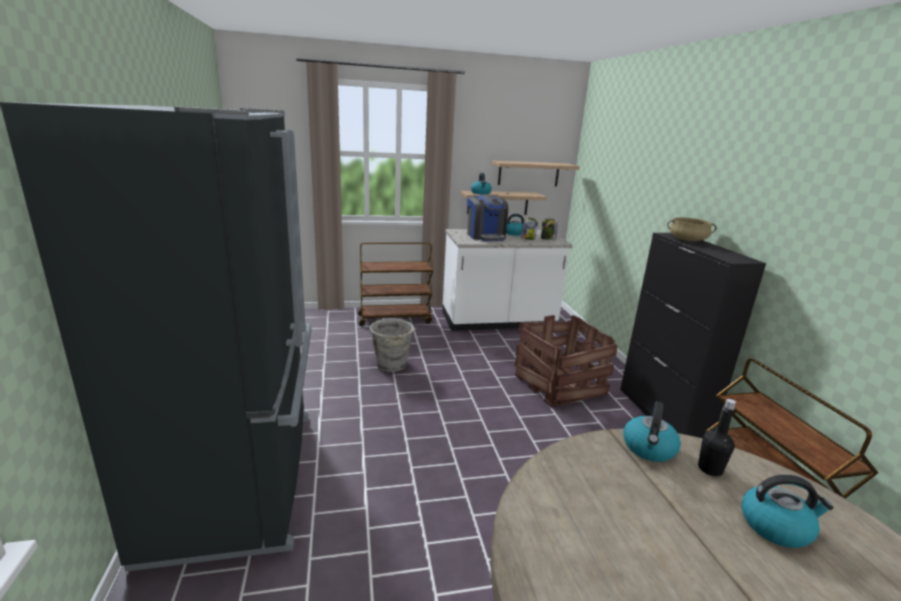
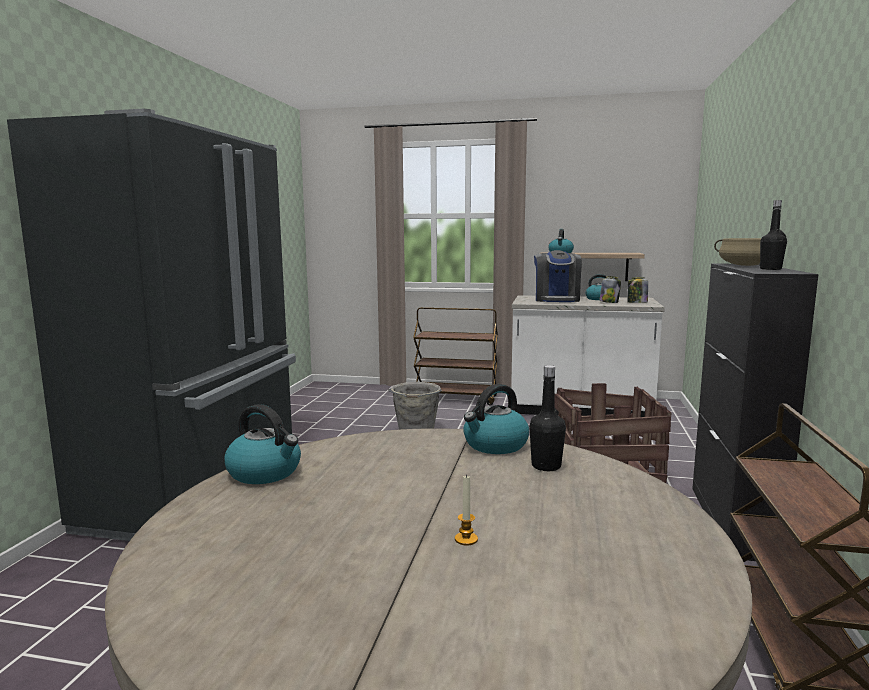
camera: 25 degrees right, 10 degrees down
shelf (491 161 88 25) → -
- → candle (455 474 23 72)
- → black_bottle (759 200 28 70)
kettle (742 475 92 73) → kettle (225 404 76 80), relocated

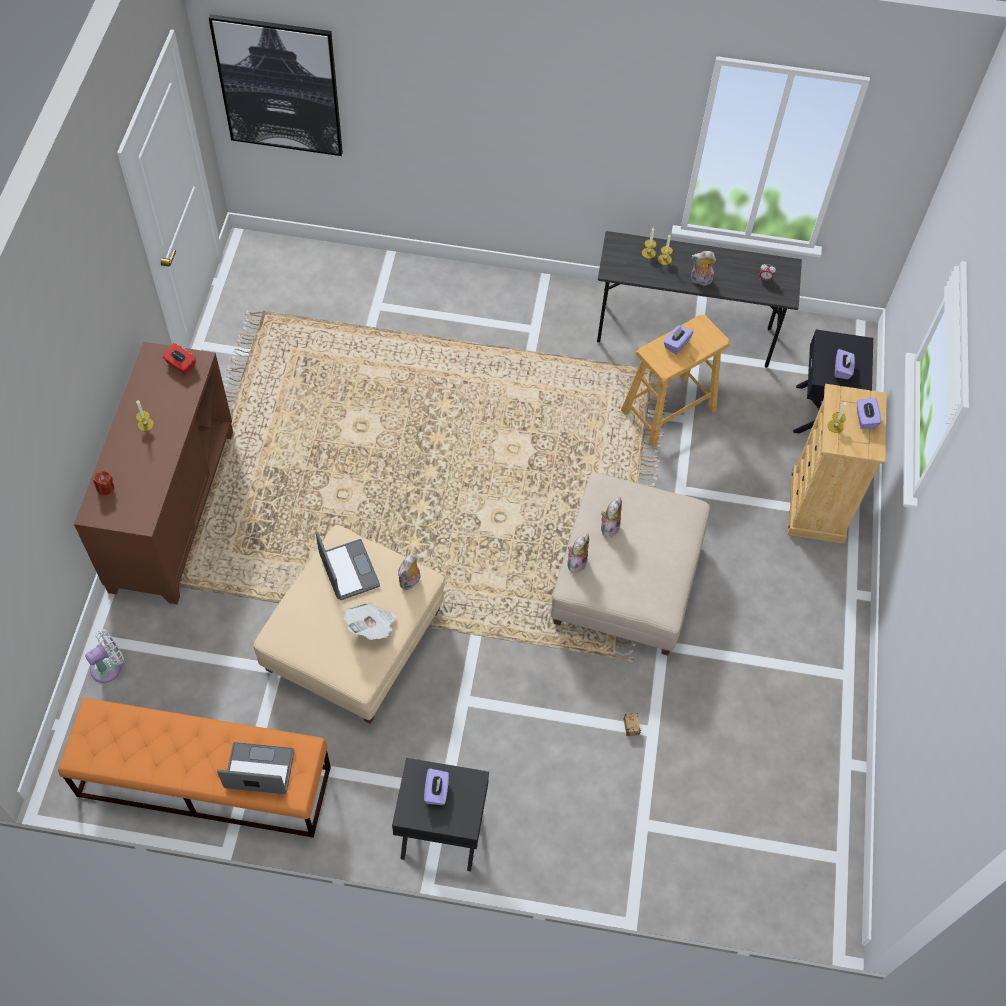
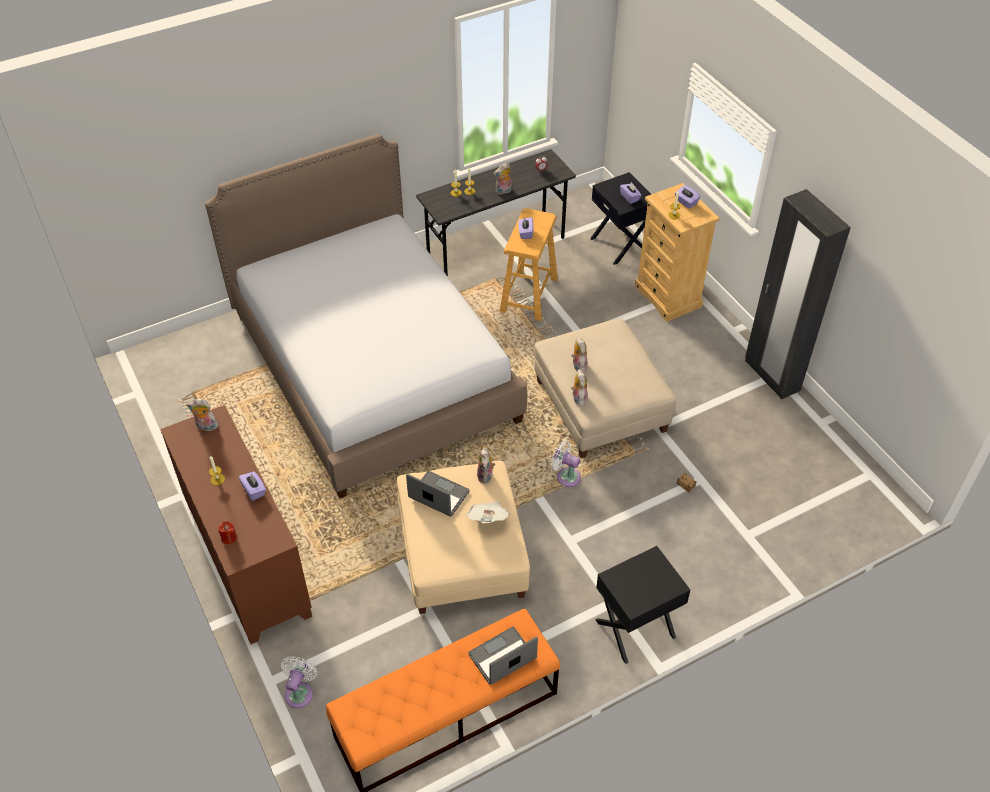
camera: 35 degrees left, 10 degrees down
picture (209 14 134 142) → -
- → bed (205 134 322 364)
- → white_fan (551 441 30 46)
- → black_wardrobe (745 189 106 211)
purple_tissue_box (424 768 25 37) → purple_tissue_box (239 472 27 29), relocated
red_tissue_box (163 343 33 32) → plush_toy (187 399 31 32)

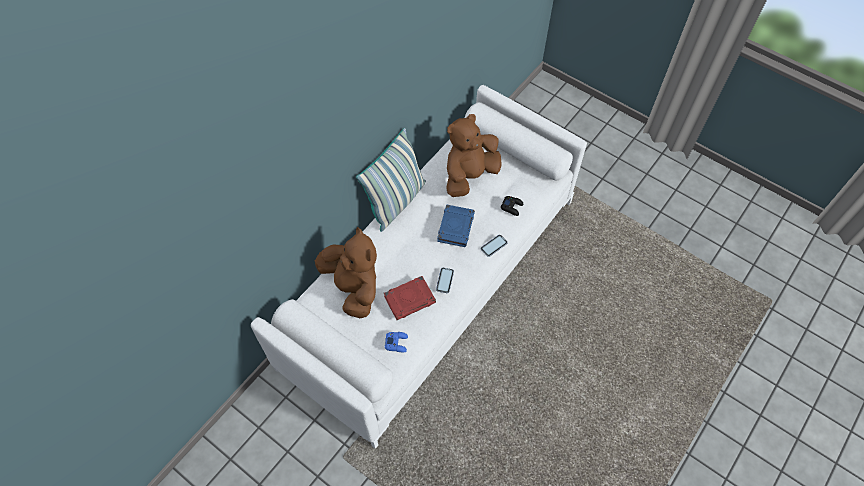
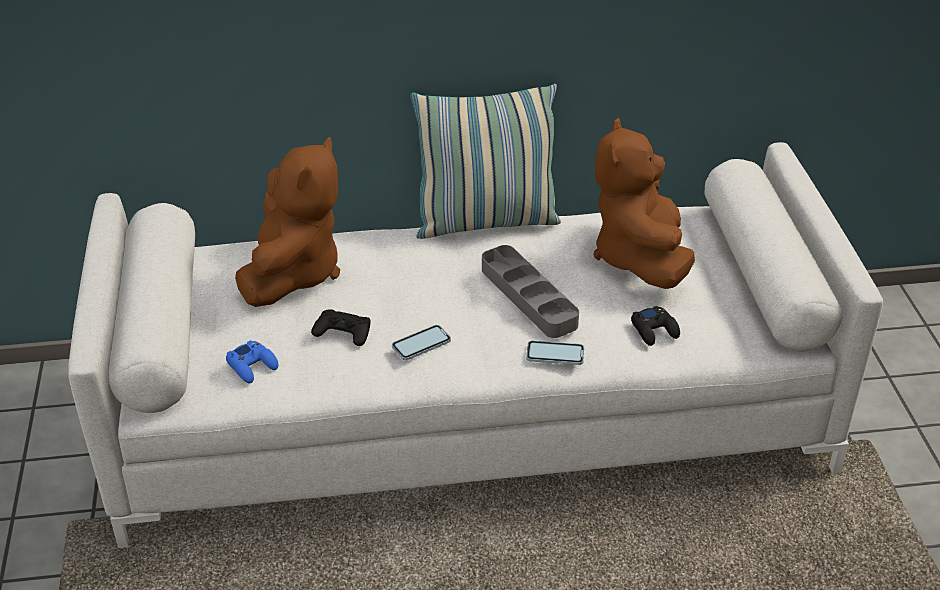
camera: 45 degrees right, 20 degrees down
red_book (384 276 52 44) → black_game_controller (311 309 60 37)
blue_book (437 204 38 43) → grey_tray (482 245 97 93)
brown_plush_toy (446 114 56 83) → brown_plush_toy (594 118 101 171), 90 degrees counterclockwise

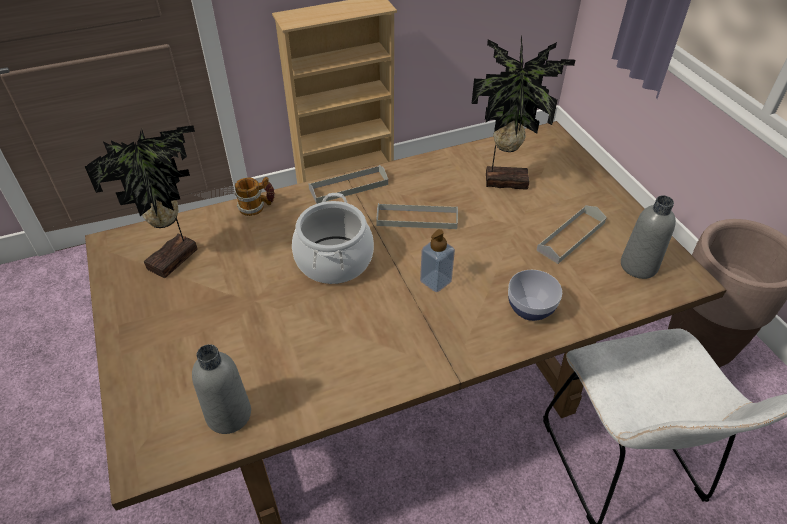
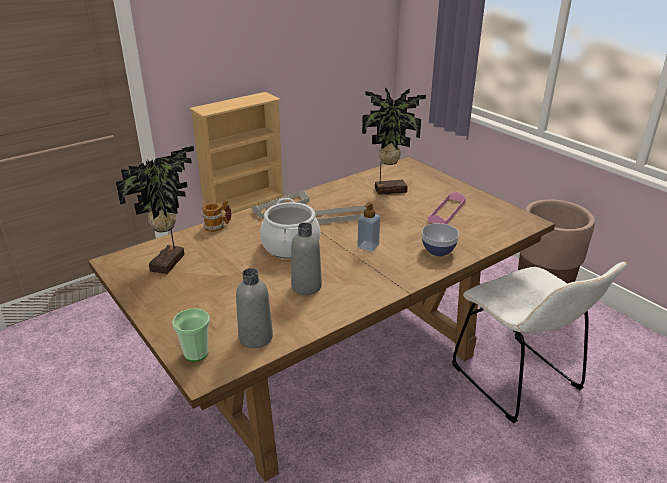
camera: 15 degrees left, 15 degrees down
- → cup (172 308 38 54)
grey_bottle (621 195 55 84) → grey_bottle (291 222 31 73), relocated
grey_tray (536 205 71 59) → pink_tray (428 192 38 32)

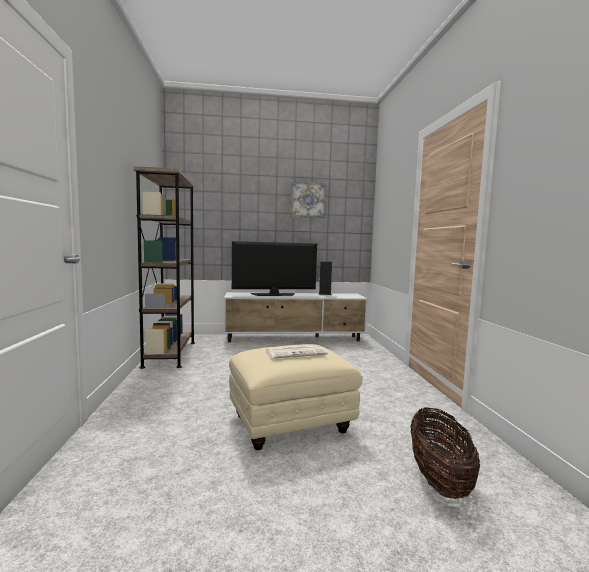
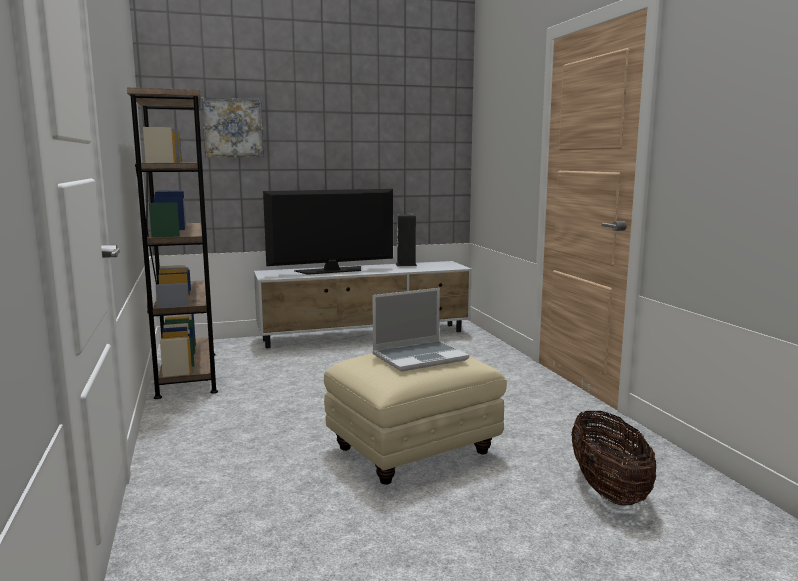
camera: 10 degrees left, 5 degrees up
picture (290 181 36 37) → picture (201 97 63 60), relocated
newspaper (267 345 61 14) → laptop (372 288 97 84)

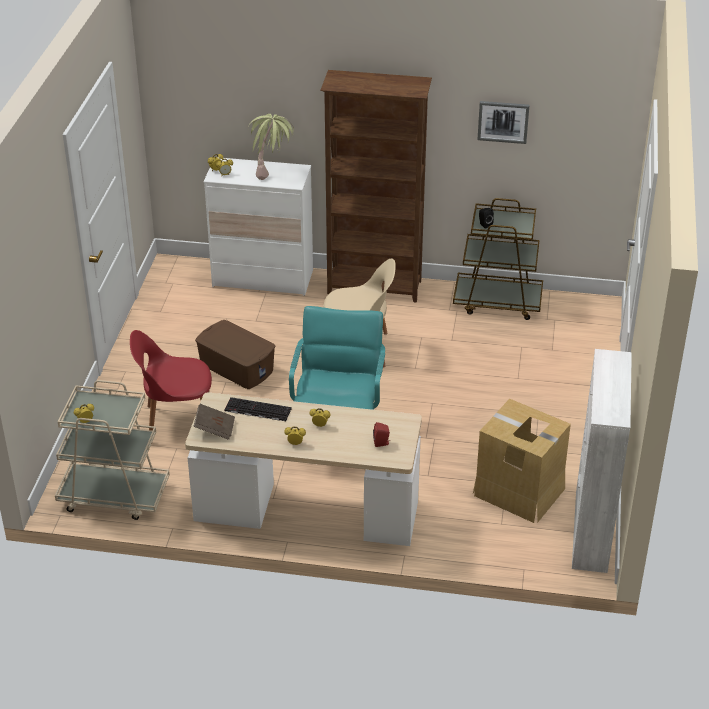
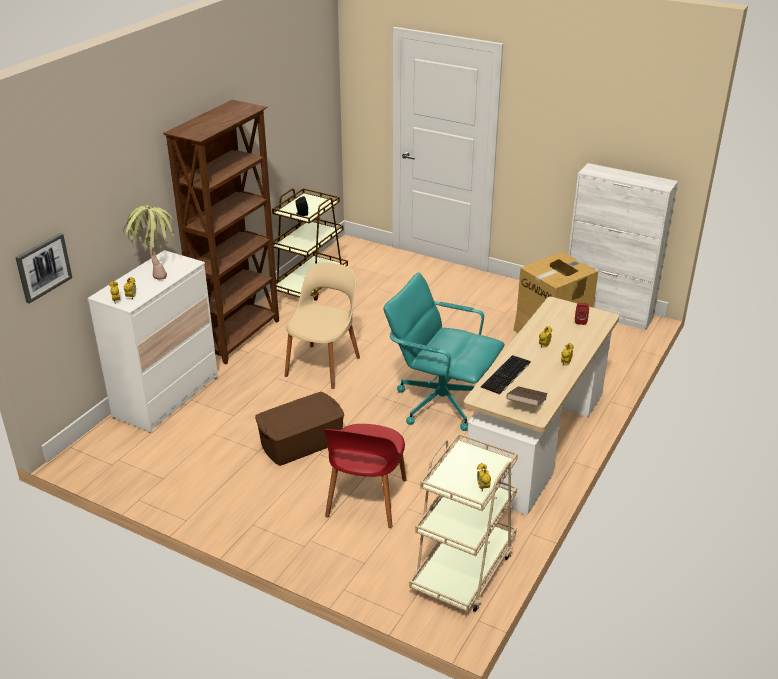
camera: 70 degrees left, 5 degrees down
picture (478 101 51 43) → picture (15 233 57 71), relocated

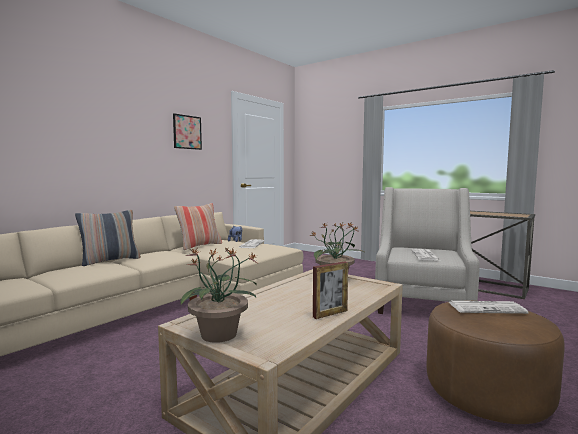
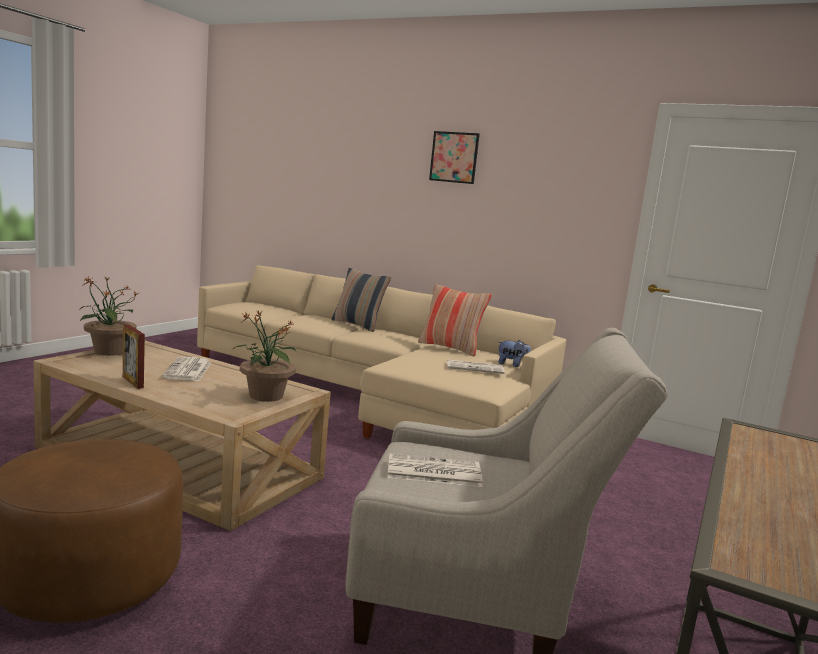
camera: 80 degrees right, 5 degrees up
picture (173 114 29 36) → picture (429 131 51 53), relocated
newspaper (448 301 80 13) → newspaper (162 357 49 24), relocated

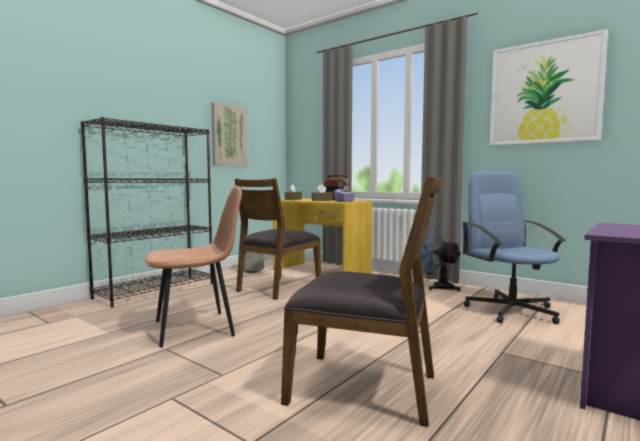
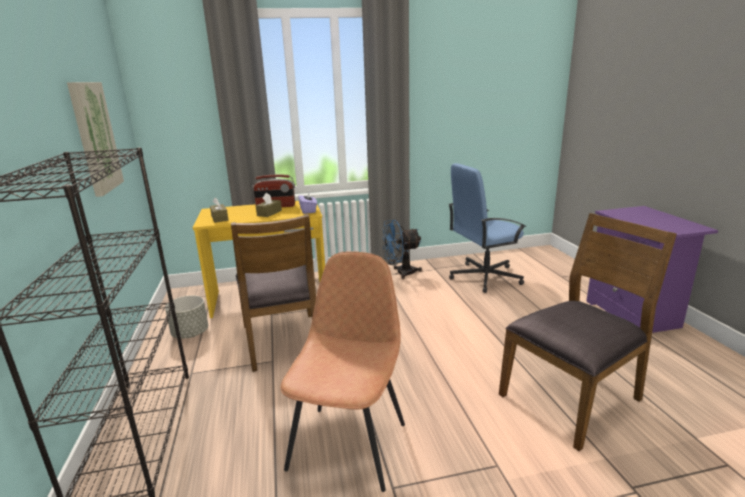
camera: 50 degrees left, 15 degrees up
picture (490 29 118 117) → -
blue_office_chair (462 172 104 152) → blue_office_chair (448 163 78 130), 45 degrees counterclockwise

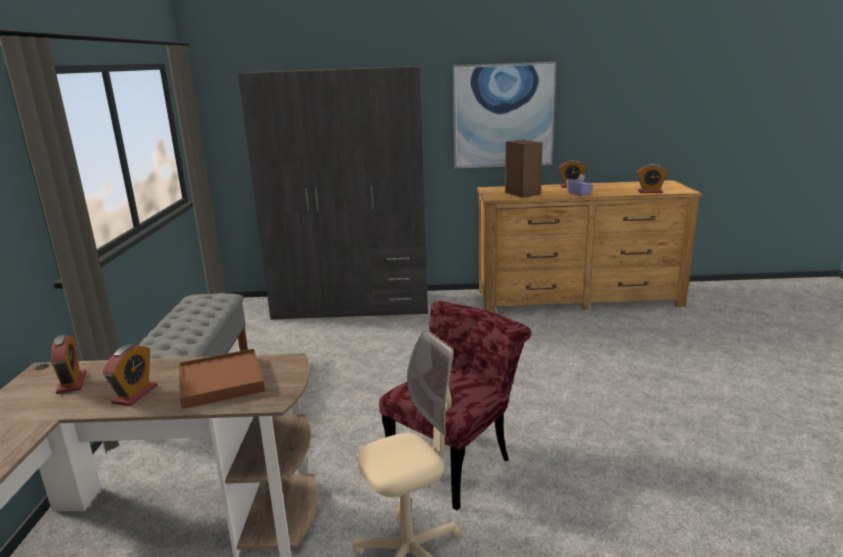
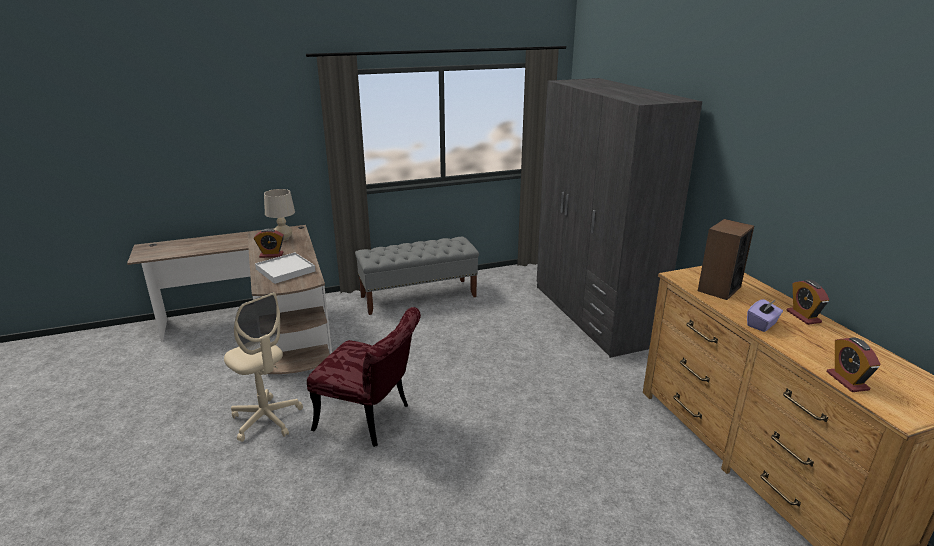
camera: 70 degrees right, 5 degrees up
picture (453 62 103 107) → -
alarm_clock (51 335 36 59) → beige_table_lamp (264 189 31 52)
brown_tray (179 348 86 61) → white_tray (255 252 60 32)

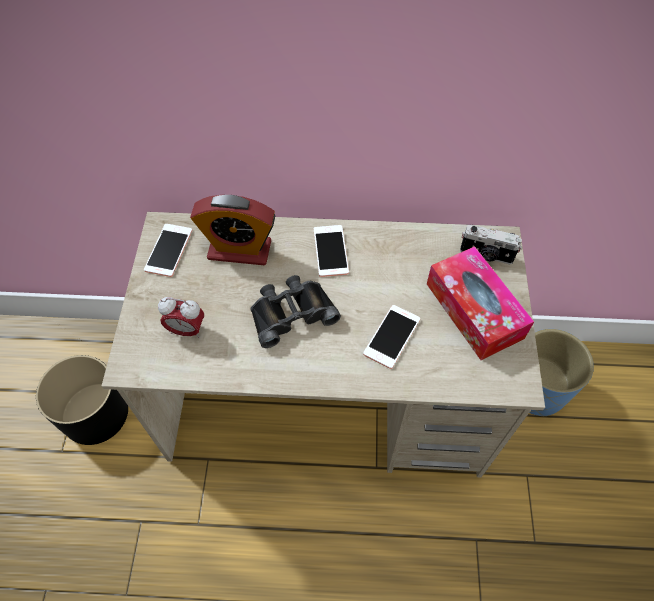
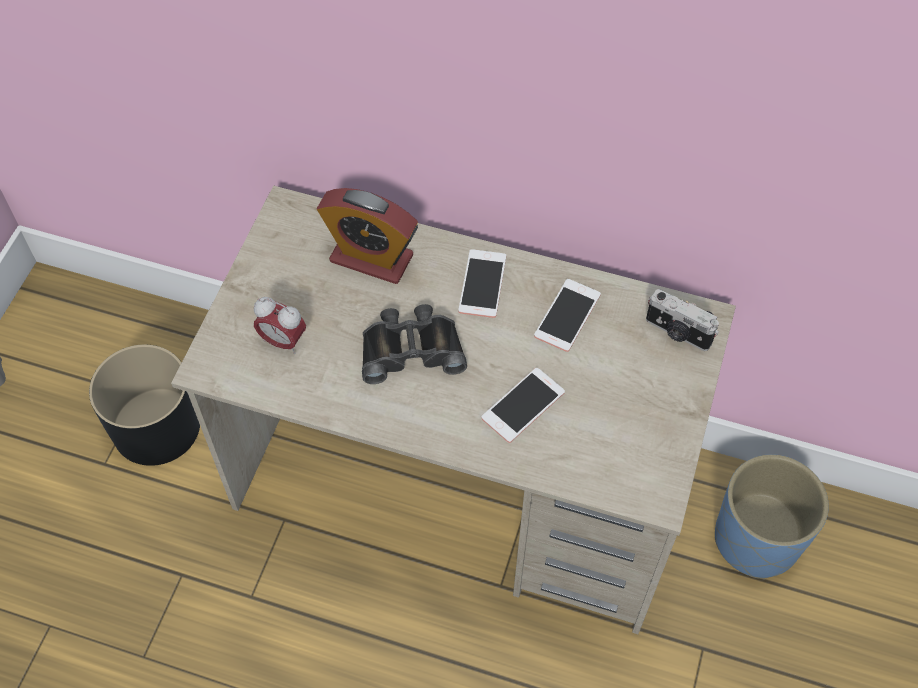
camera: 15 degrees right, 0 degrees up
tissue_box (427 246 107 114) → -
phone (144 224 48 53) → phone (534 279 67 73), relocated

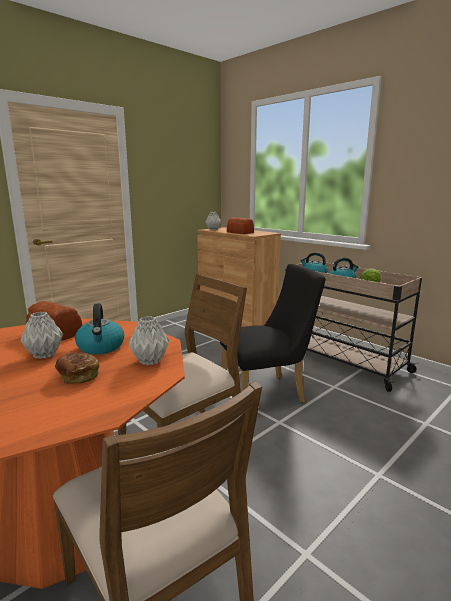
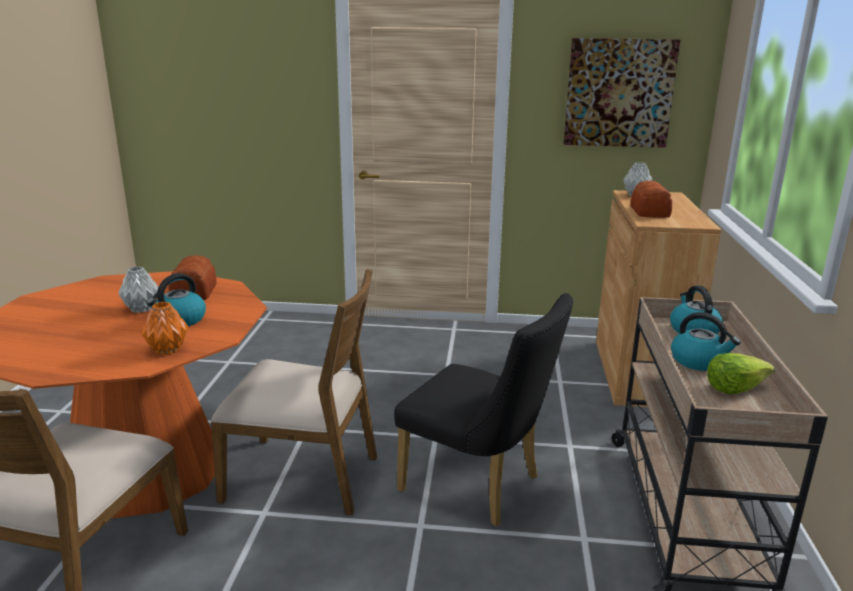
camera: 50 degrees right, 5 degrees up
bread (55 353 44 31) → -
- → picture (563 38 117 110)
grey_vase (129 316 40 49) → orange_vase (142 302 46 53)

